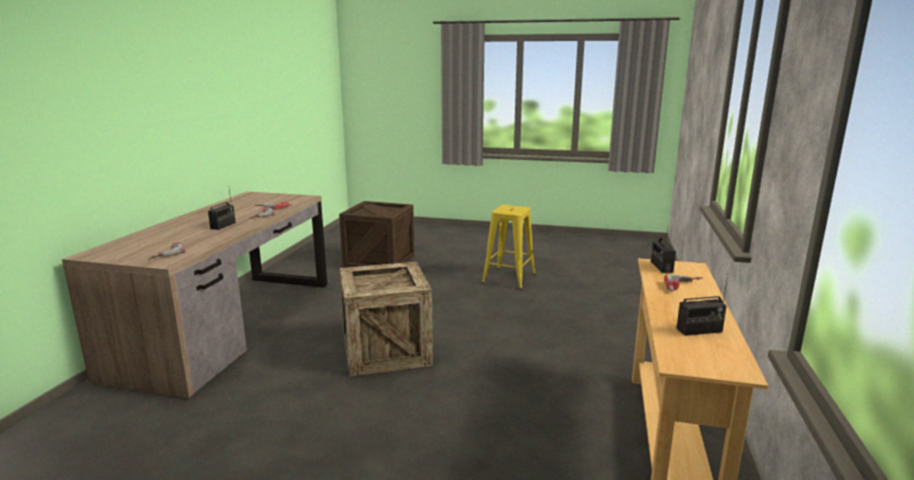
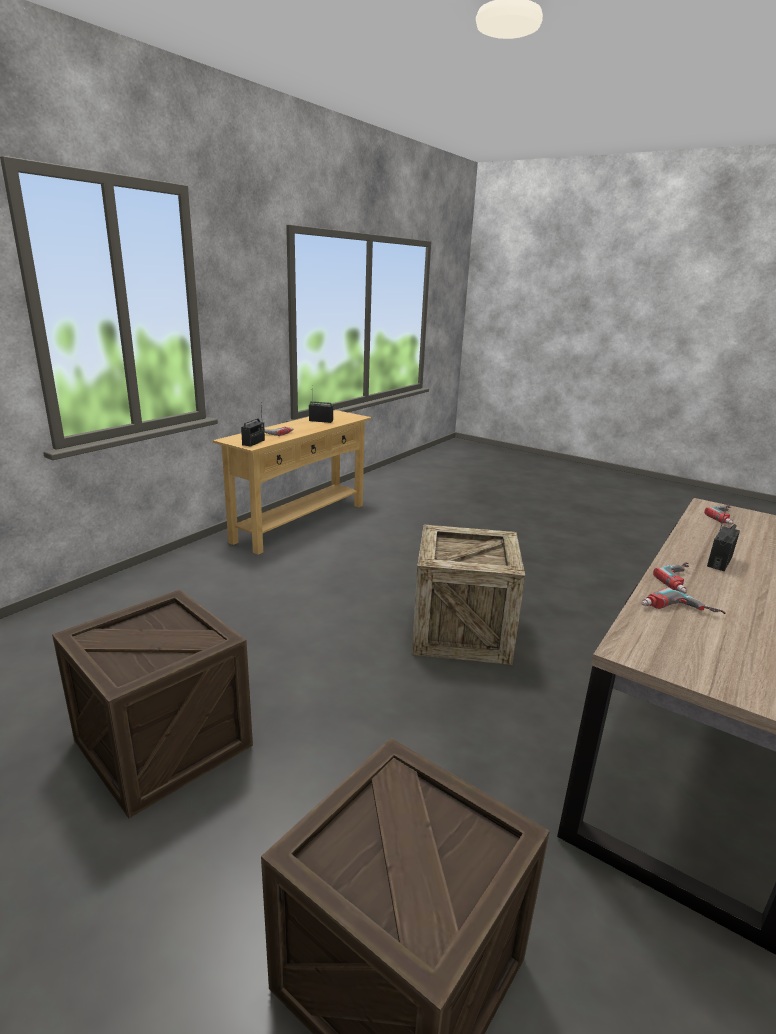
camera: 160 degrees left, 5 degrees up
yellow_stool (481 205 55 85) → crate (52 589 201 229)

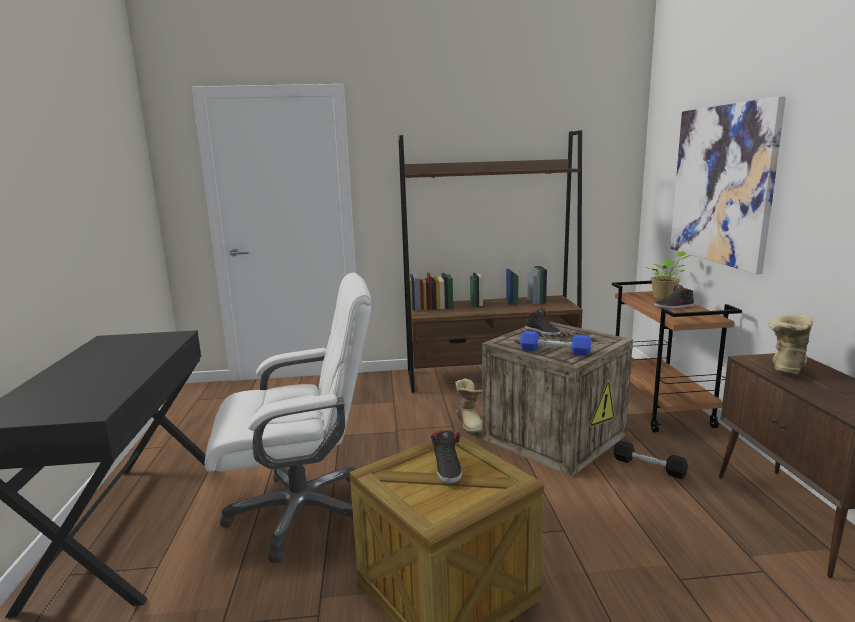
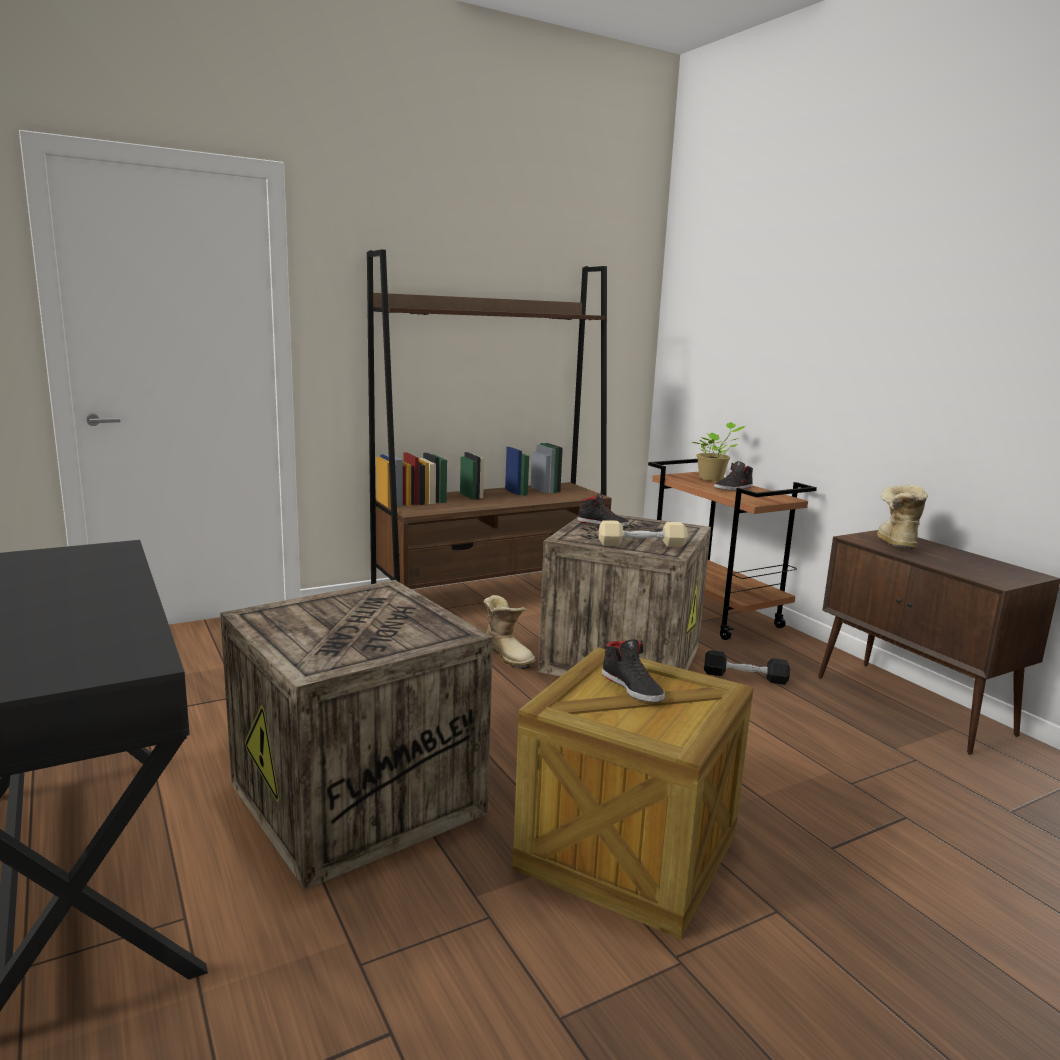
camera: 25 degrees left, 0 degrees up
picture (670 96 116 178) → -
white_office_chair (204 272 168 291) → crate (220 580 273 310)
blue_dumbbell (520 331 71 25) → beige_dumbbell (599 520 89 27)

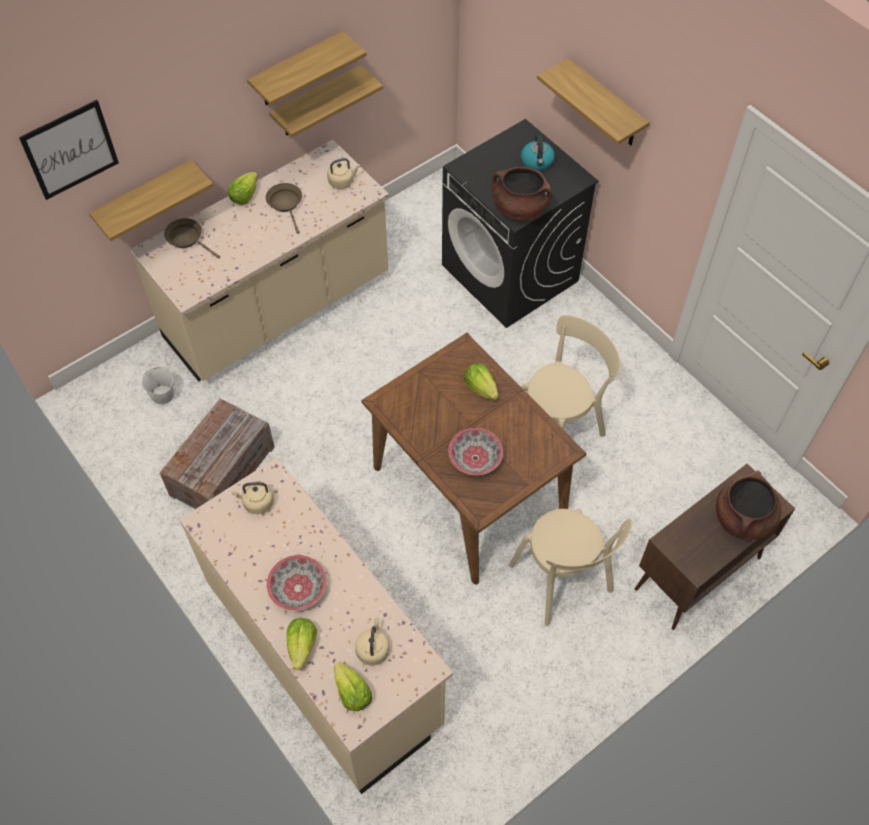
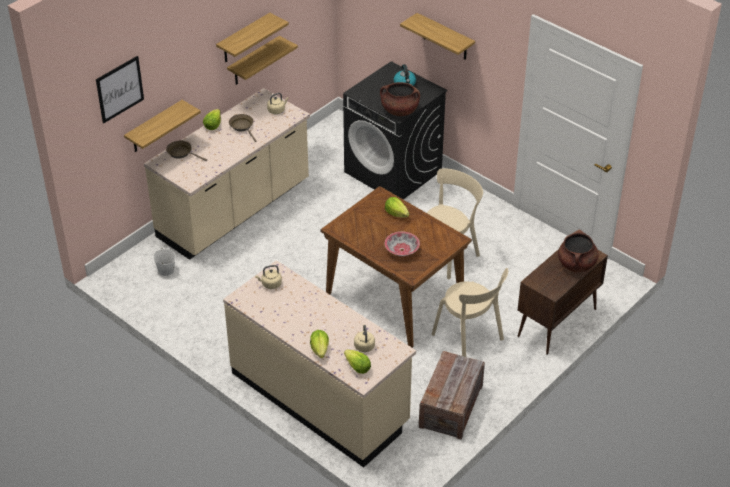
camera: 10 degrees left, 15 degrees down
bowl (267 555 60 56) → -
crate (160 398 115 111) → crate (419 351 66 89), relocated

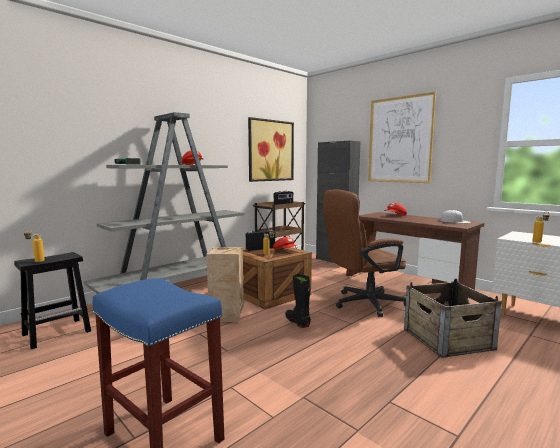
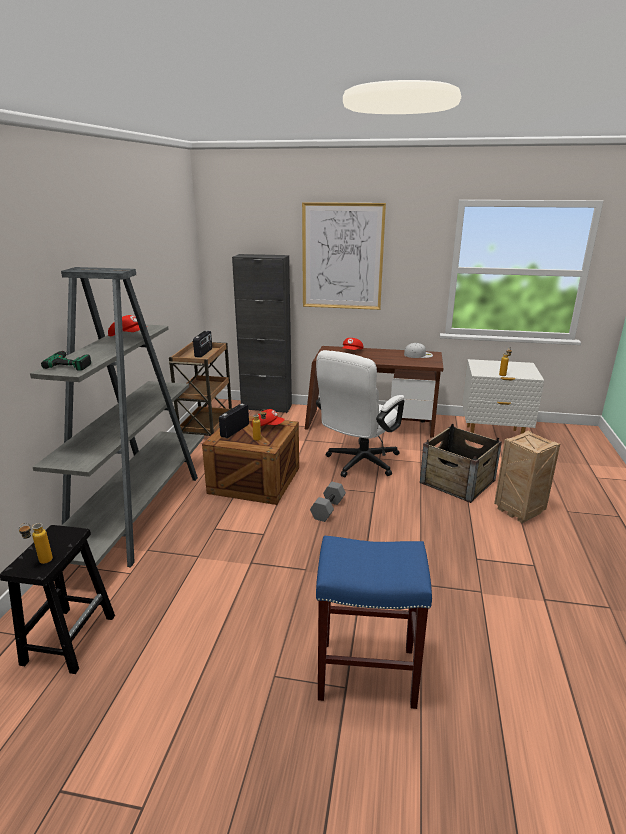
camera: 35 degrees left, 15 degrees up
picture (248 117 46 65) → -
crate (207 247 37 75) → crate (494 431 66 92), relocated
black_boot (285 274 26 54) → grey_dumbbell (310 482 36 40)
brown_office_chair (323 189 83 128) → white_office_chair (316 350 88 127)

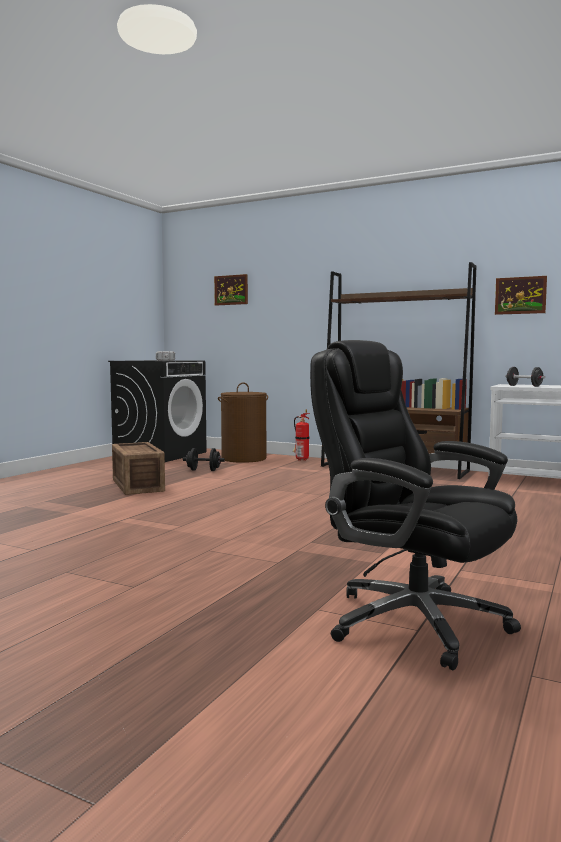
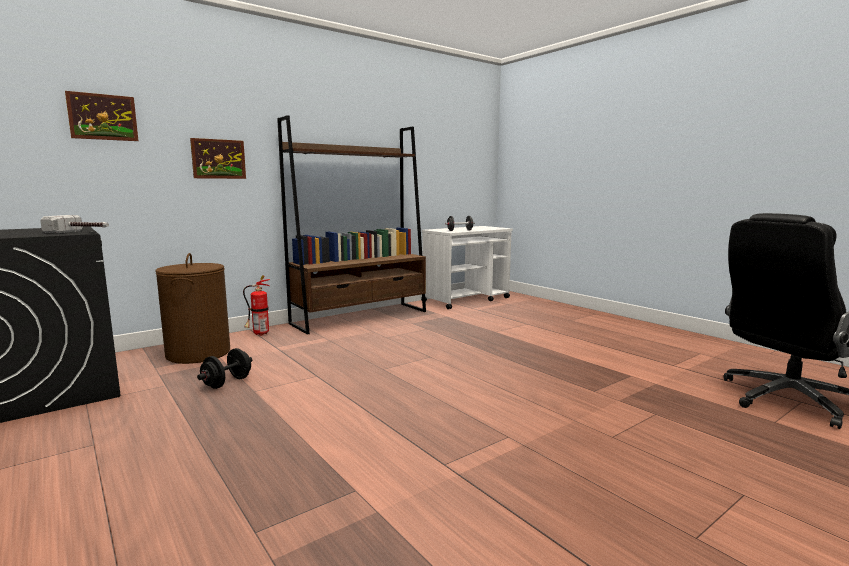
camera: 65 degrees left, 5 degrees up
crate (112 442 53 53) → -
picture (495 276 52 39) → picture (190 138 56 41), relocated

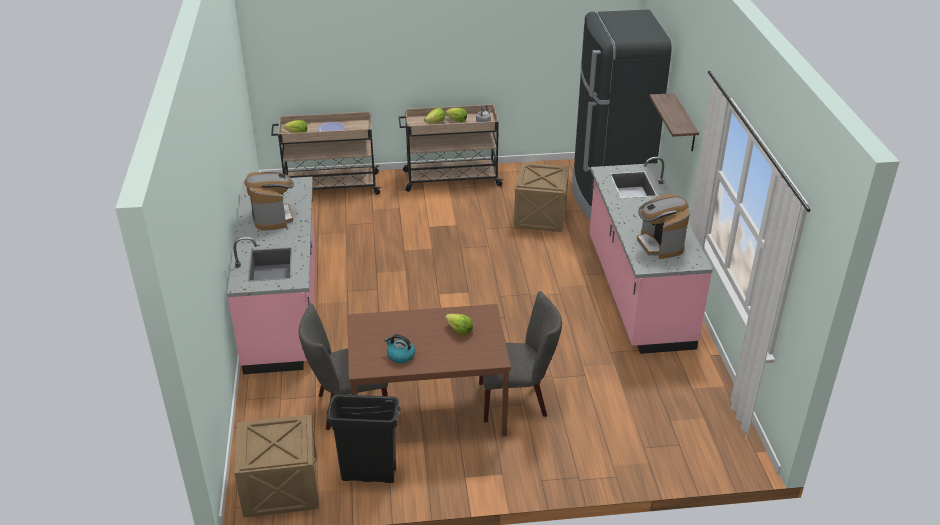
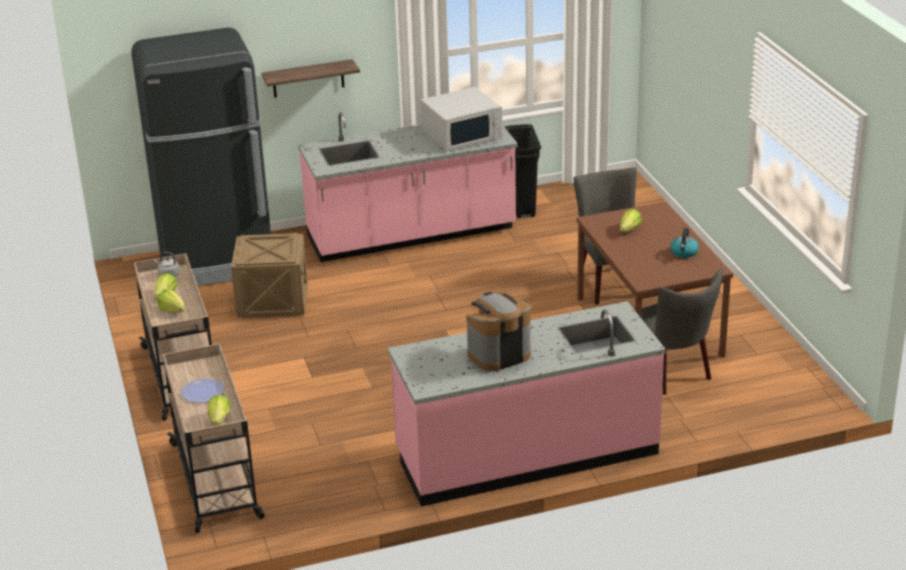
camera: 100 degrees left, 5 degrees down
crate (234 415 85 102) → -
black_trash_can (326 394 75 89) → black_trash_can (505 124 36 94), relocated
coffee_machine (637 194 53 65) → white_microwave (420 87 82 65)

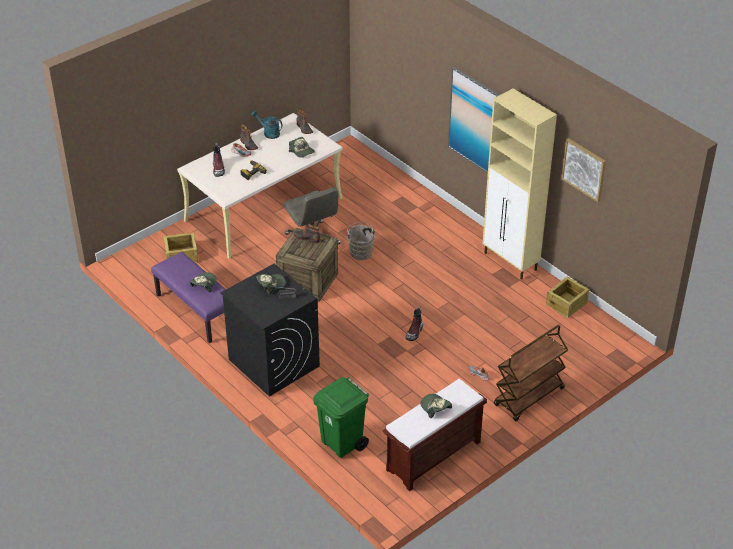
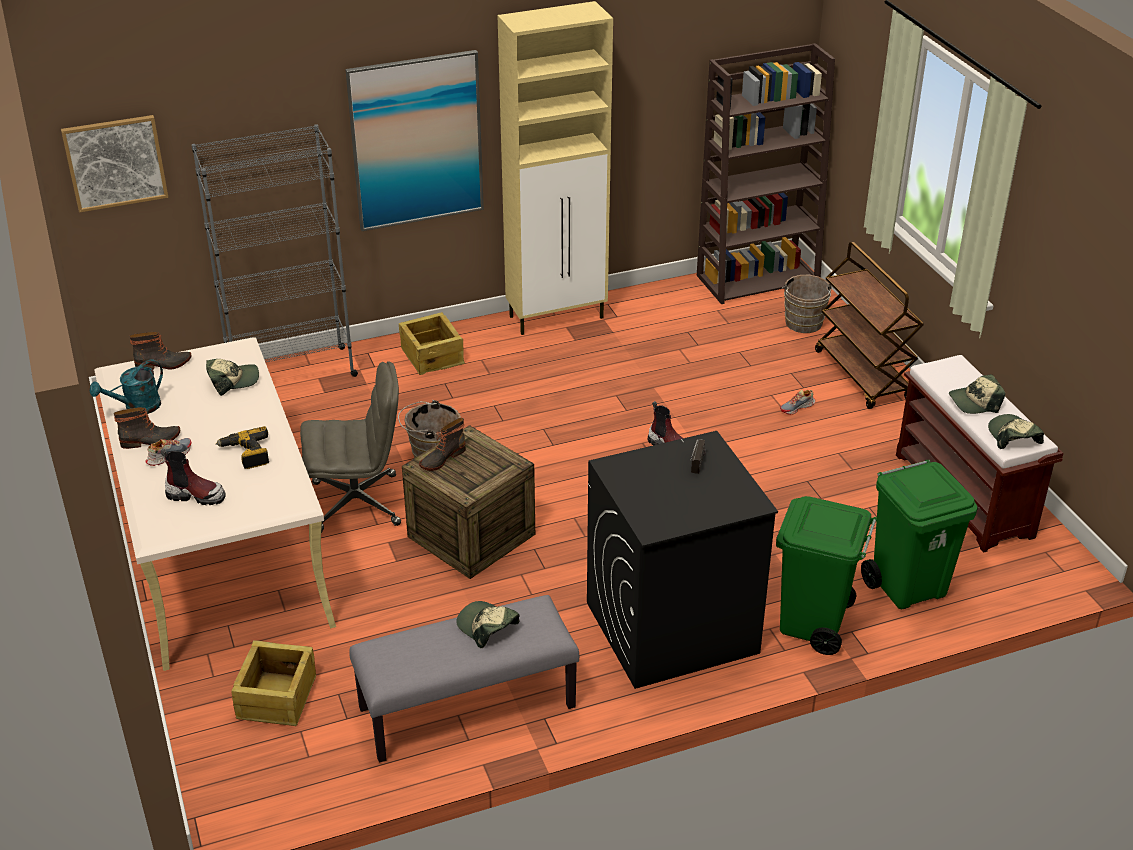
camera: 70 degrees left, 5 degrees down
- → grey_bookcase (192 124 166 253)
- → brown_bookcase (697 43 138 261)
- → green_trash_can (776 496 101 159)
- → brown_bucket (781 275 53 58)
cap (256 274 30 21) → cap (988 414 56 35), relocated
crate (546 277 43 42) → crate (399 312 66 63), relocated
picture (561 138 45 64) → picture (61 115 107 98), relocated
purple_bench (151 252 75 91) → grey_bench (349 595 230 168)

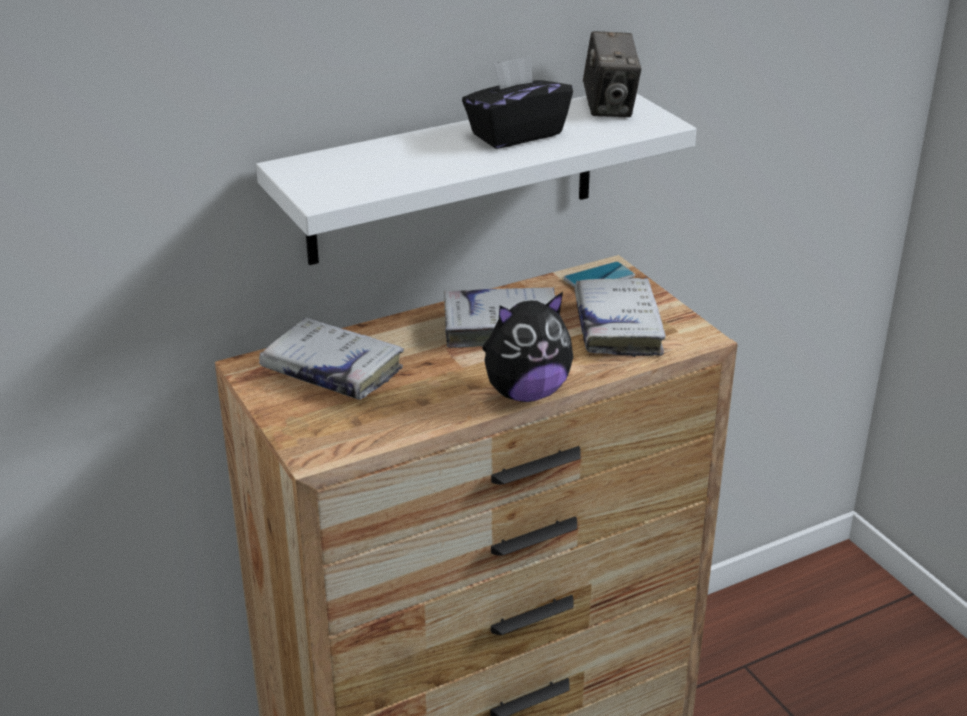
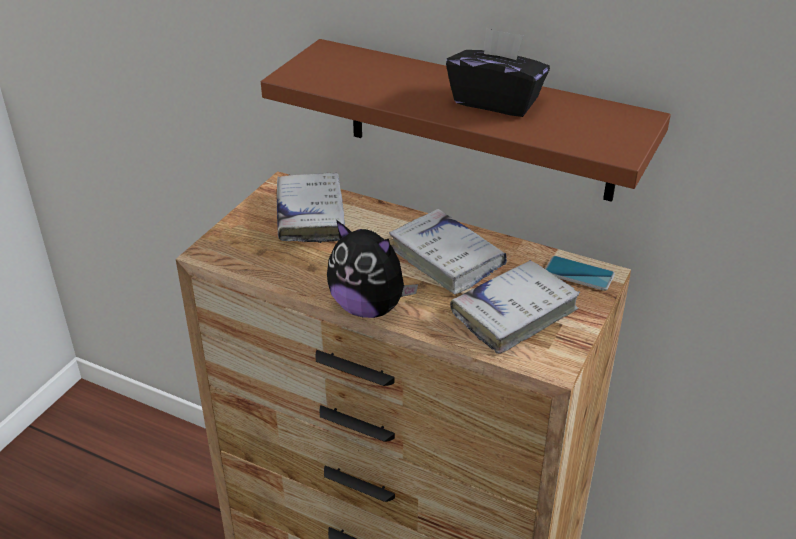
camera: 55 degrees right, 5 degrees up
photo_camera (583 31 58 86) → -
white_shelf (256 94 440 171) → brown_shelf (261 39 410 163)

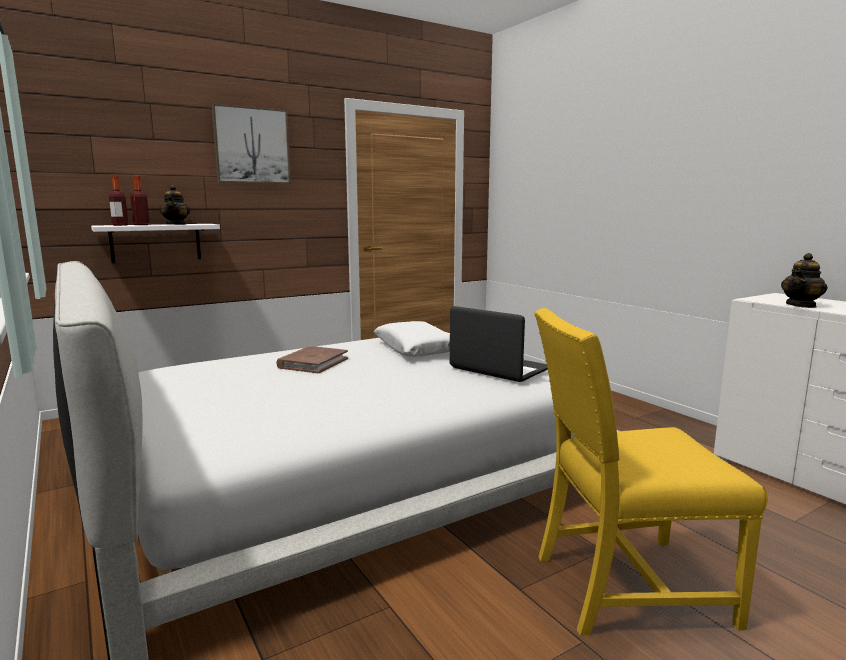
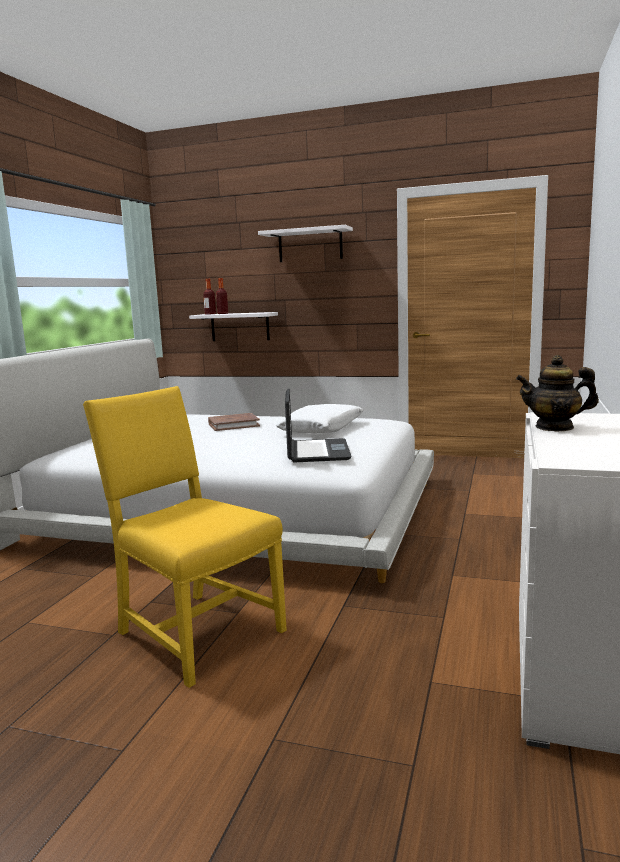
camera: 50 degrees right, 0 degrees up
teapot (159 185 31 40) → -
picture (212 103 79 81) → white_shelf (258 225 95 37)

